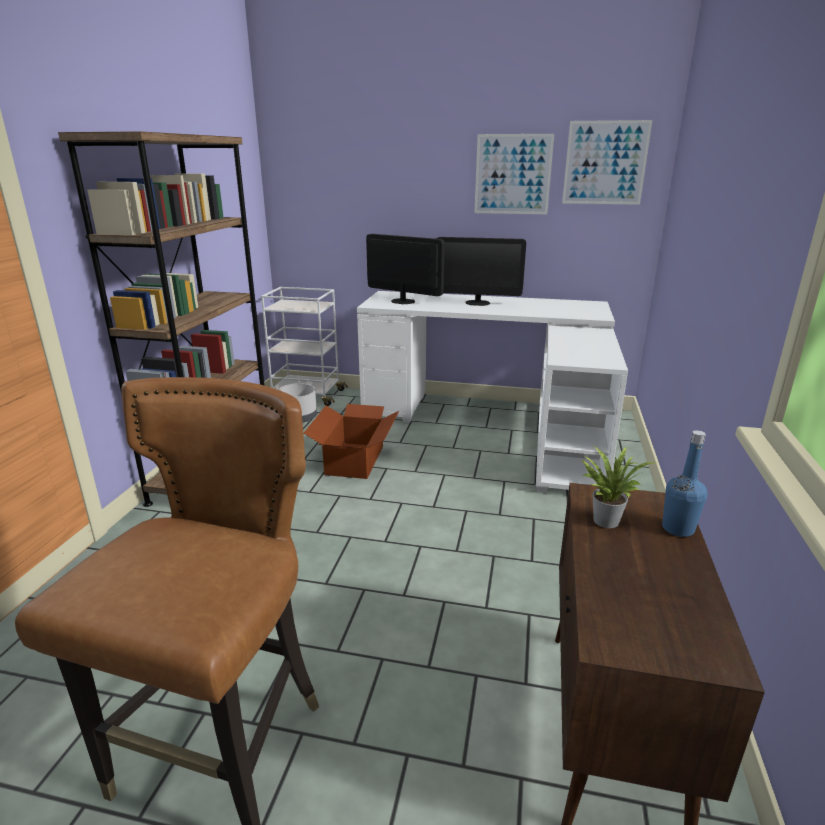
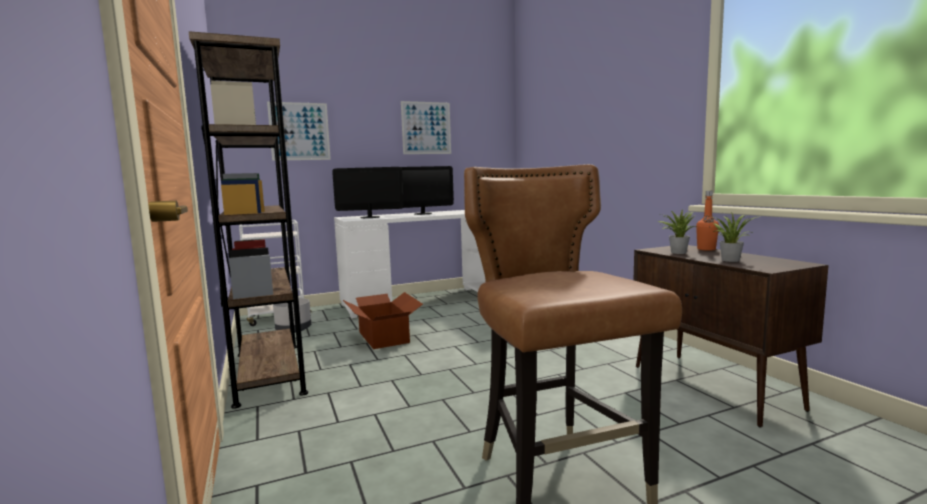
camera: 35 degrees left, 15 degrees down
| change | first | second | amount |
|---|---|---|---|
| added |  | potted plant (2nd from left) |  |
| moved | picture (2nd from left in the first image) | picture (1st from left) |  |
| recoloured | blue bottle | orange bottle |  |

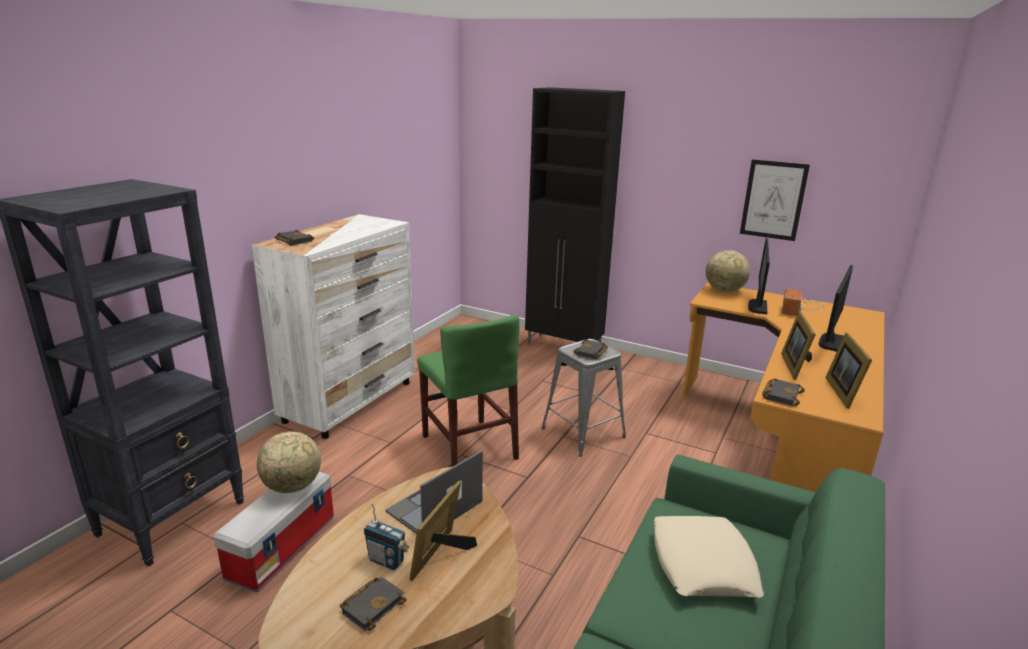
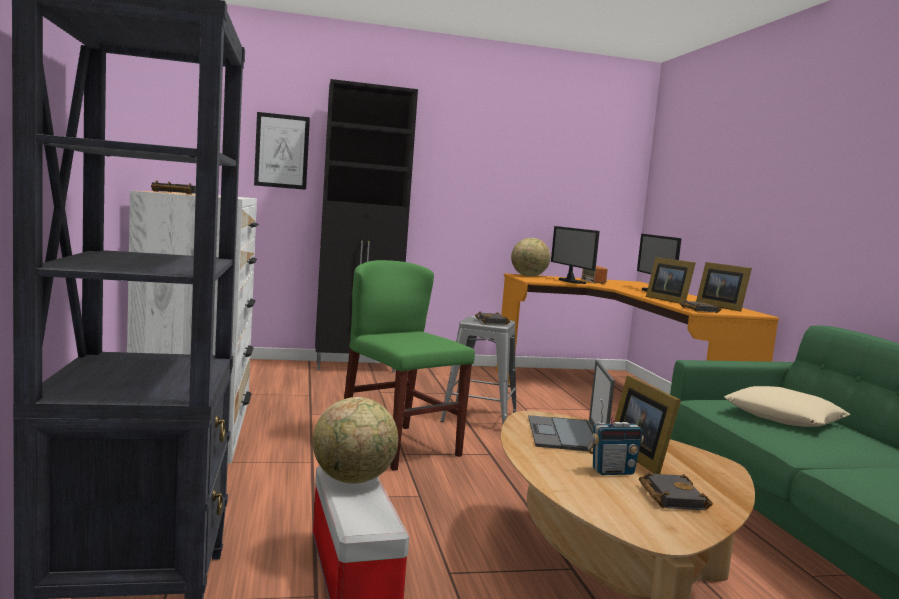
camera: 40 degrees left, 15 degrees down
| change | first | second | amount |
|---|---|---|---|
| moved | picture |  |  |
| turned | green chair |  | 150 degrees counterclockwise |

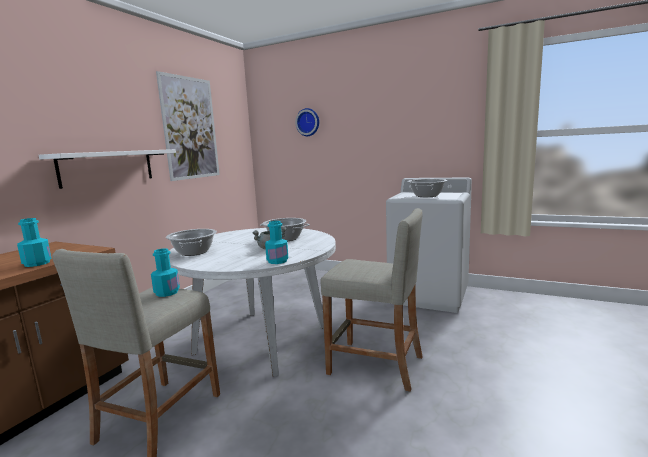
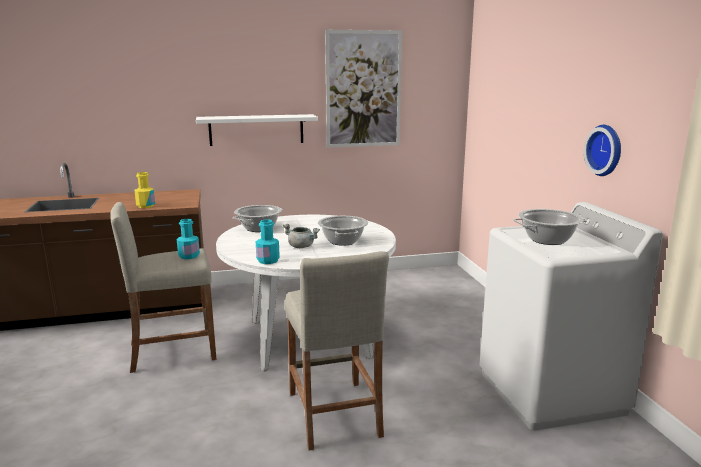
camera: 50 degrees right, 5 degrees up
| change | first | second | amount |
|---|---|---|---|
| moved | wall clock |  |  |
| recoloured | turquoise bottle (1st from left) | yellow bottle |  |

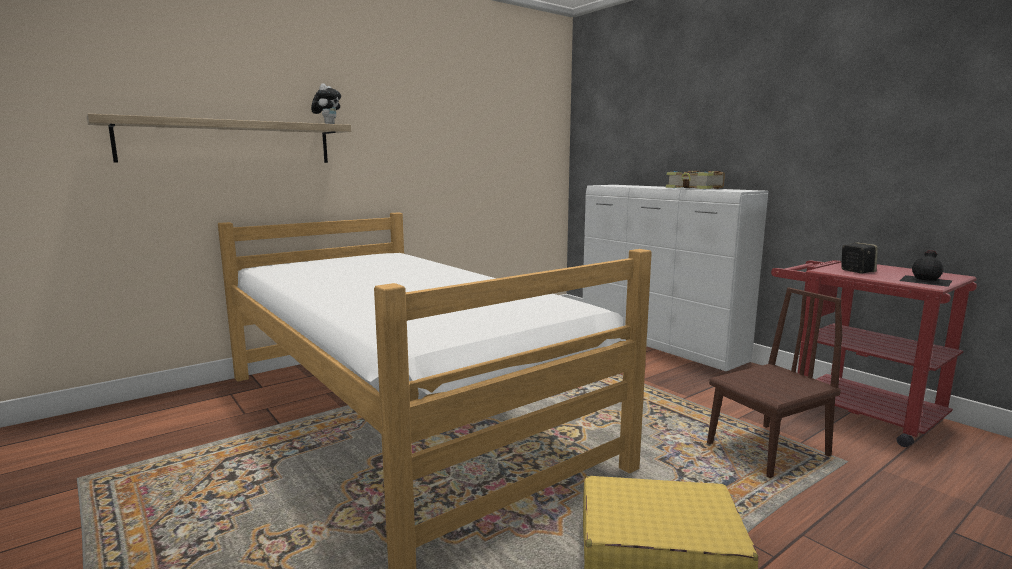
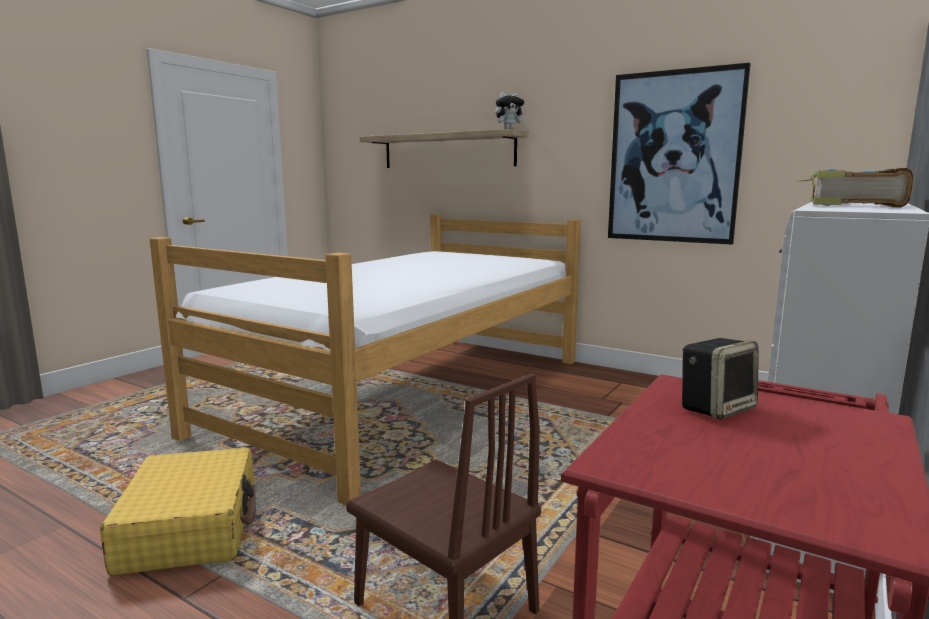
camera: 70 degrees right, 0 degrees up
| change | first | second | amount |
|---|---|---|---|
| removed | black bottle |  |  |
| added |  | picture |  |

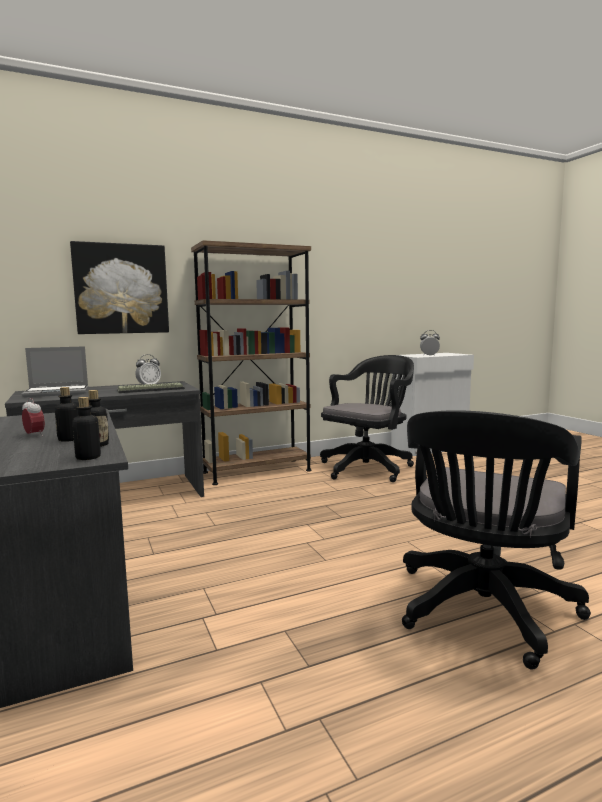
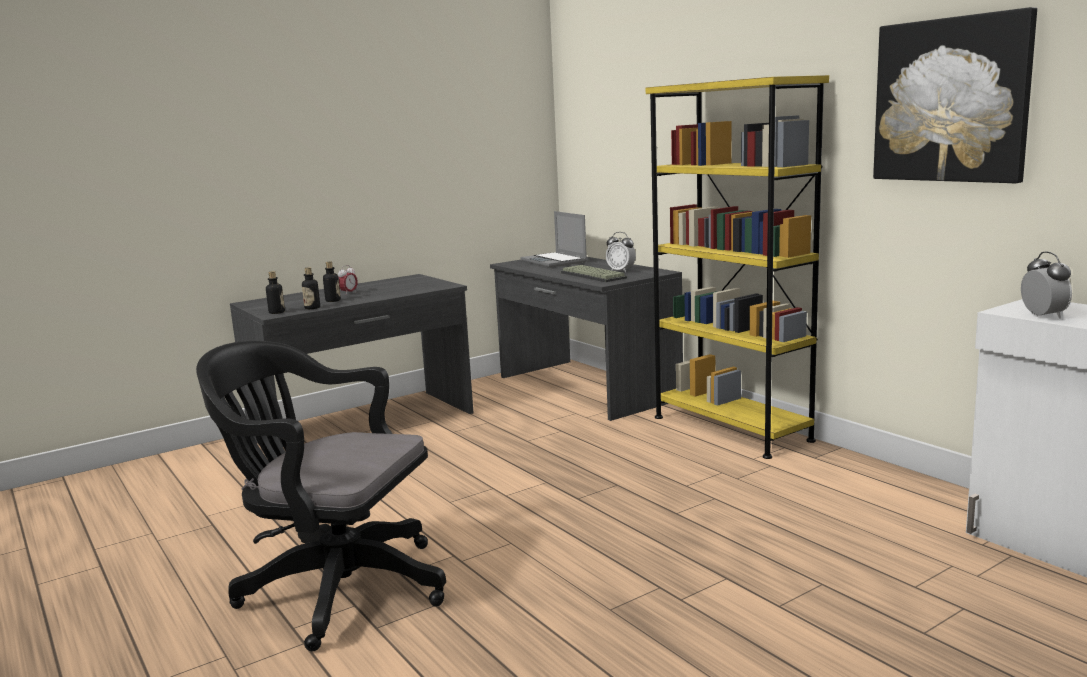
camera: 80 degrees right, 5 degrees up
| change | first | second | amount |
|---|---|---|---|
| removed | black office chair (1st from left) |  |  |
| moved | picture |  |  |
| recoloured | brown bookcase | yellow bookcase |  |

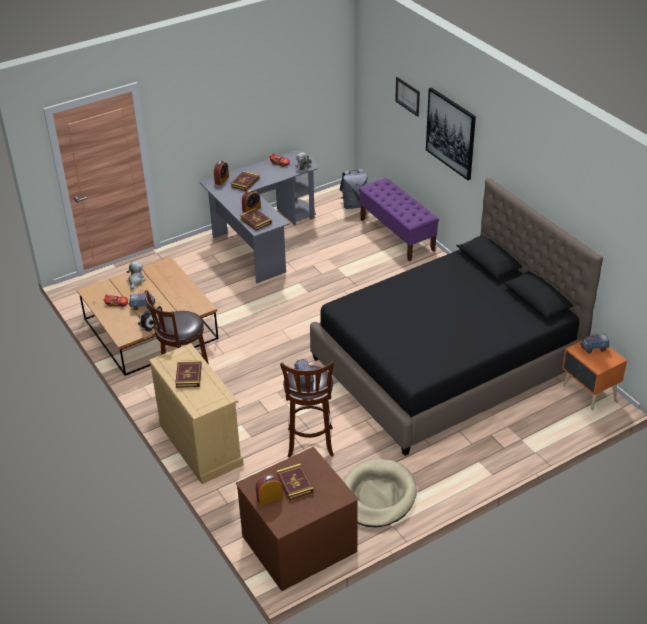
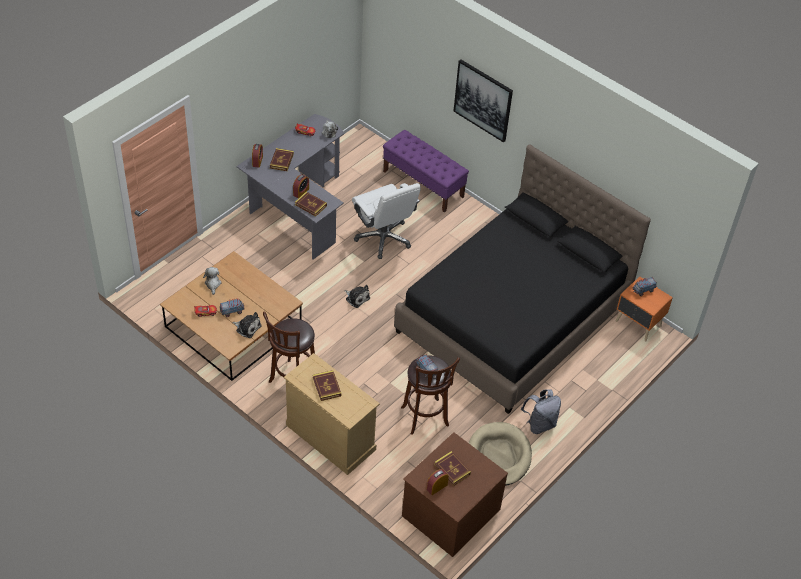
camera: 20 degrees left, 10 degrees up
| change | first | second | amount |
|---|---|---|---|
| removed | picture (1st from left) |  |  |
| added |  | plush toy (4th from left) |  |
| added |  | white office chair |  |
| moved | grey backpack |  |  |

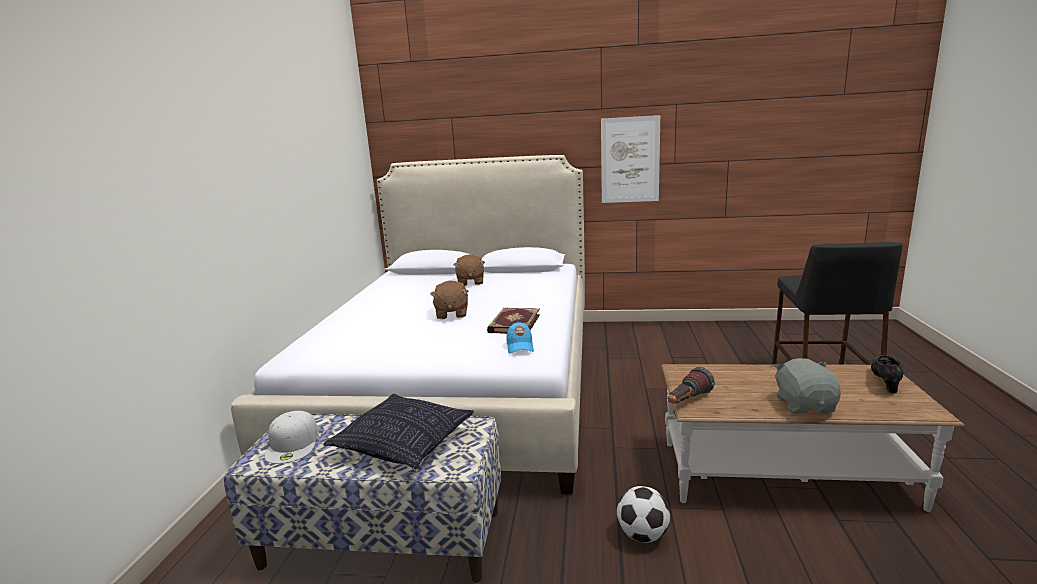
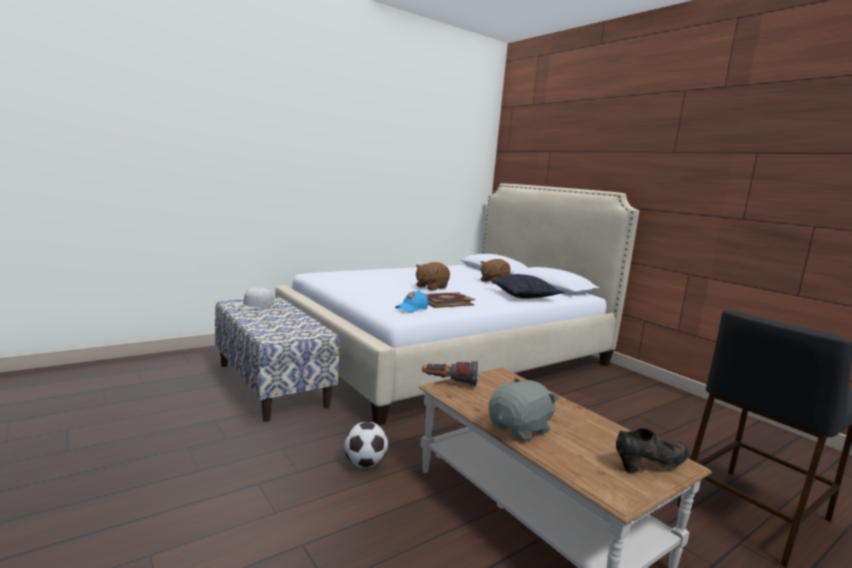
camera: 45 degrees right, 5 degrees down
| change | first | second | amount |
|---|---|---|---|
| removed | picture |  |  |
| moved | pillow |  |  |

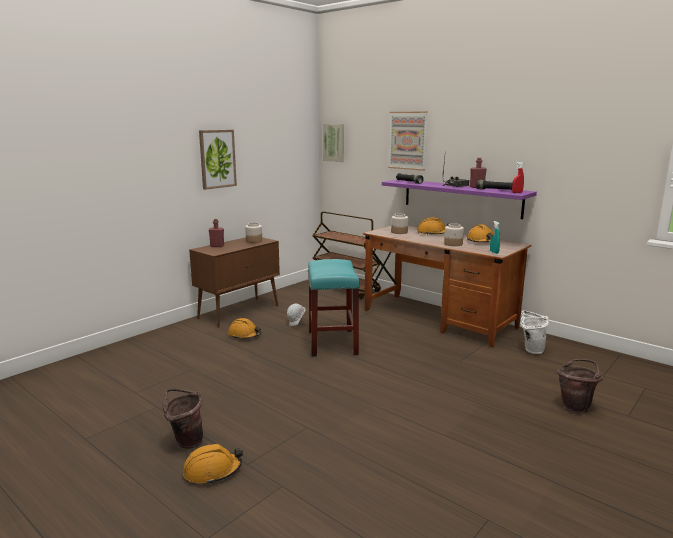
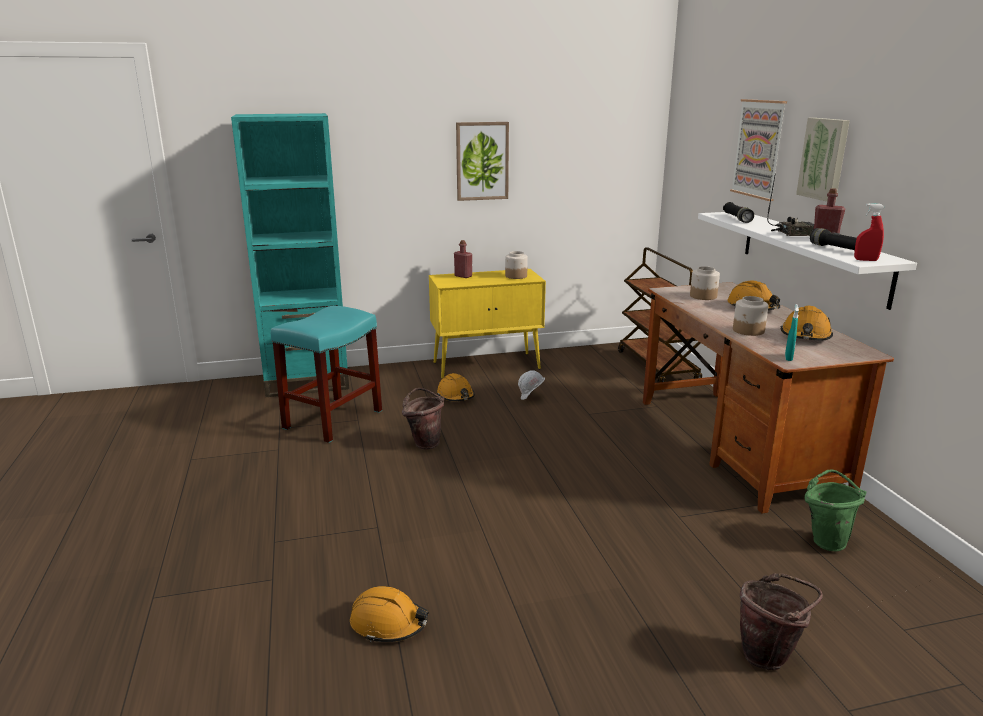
camera: 35 degrees right, 5 degrees up
| change | first | second | amount |
|---|---|---|---|
| added |  | turquoise bookcase |  |
| moved | brown bucket (1st from left) |  |  |
| moved | orange hard hat (1st from left) |  |  |
| moved | turquoise stool |  |  |
| moved | picture (2nd from left in the first image) | picture (3rd from left) |  |
| recoloured | brown cabinet | yellow cabinet |  |
| recoloured | purple shelf | white shelf |  |
| recoloured | white bucket | green bucket |  |

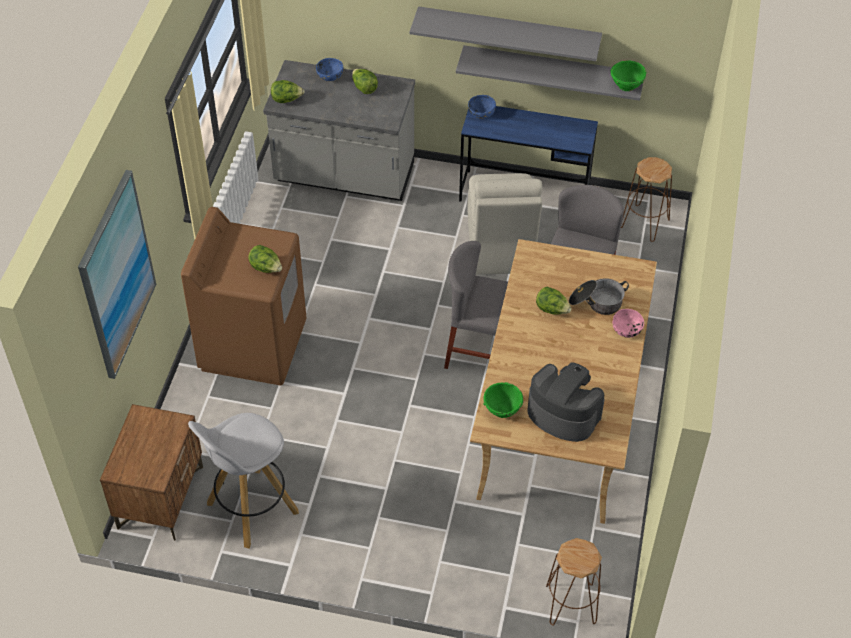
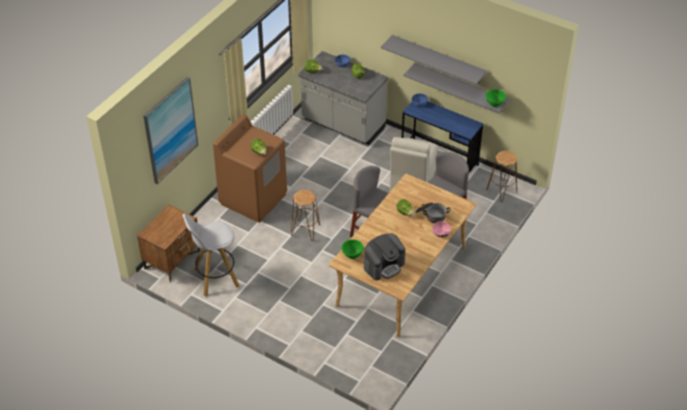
camera: 20 degrees right, 5 degrees down
| change | first | second | amount |
|---|---|---|---|
| moved | brown stool (1st from left) |  |  |
| turned | coffee machine |  | 90 degrees clockwise |

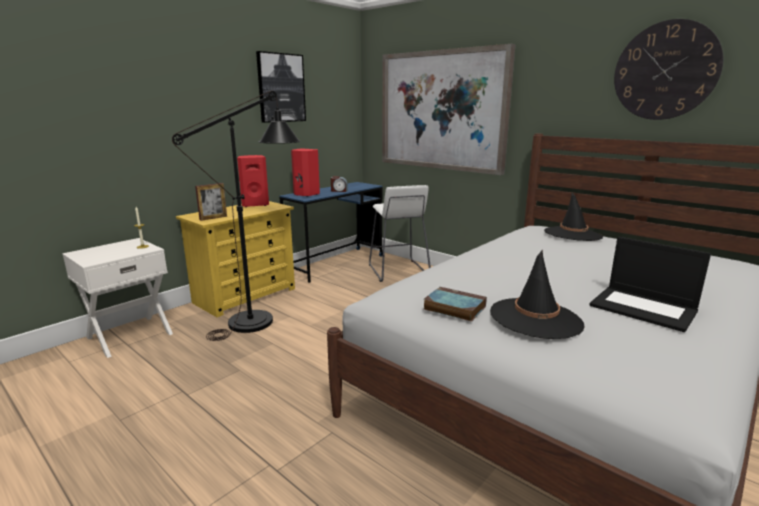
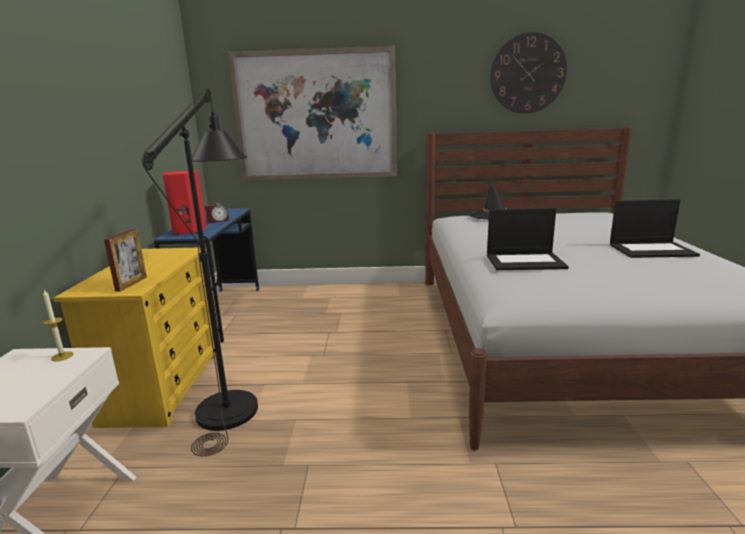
camera: 40 degrees left, 0 degrees up
| change | first | second | amount |
|---|---|---|---|
| removed | red speaker (1st from left) |  |  |
| removed | picture (1st from left) |  |  |
| removed | white stool |  |  |
| removed | book |  |  |
| removed | black hat (1st from left) |  |  |
| added |  | laptop (1st from left) |  |

